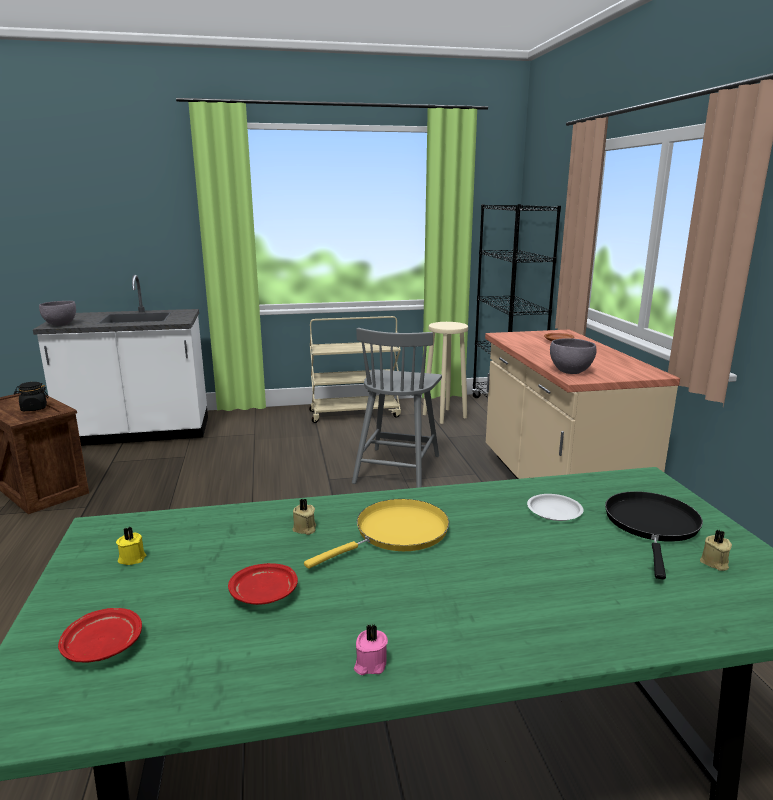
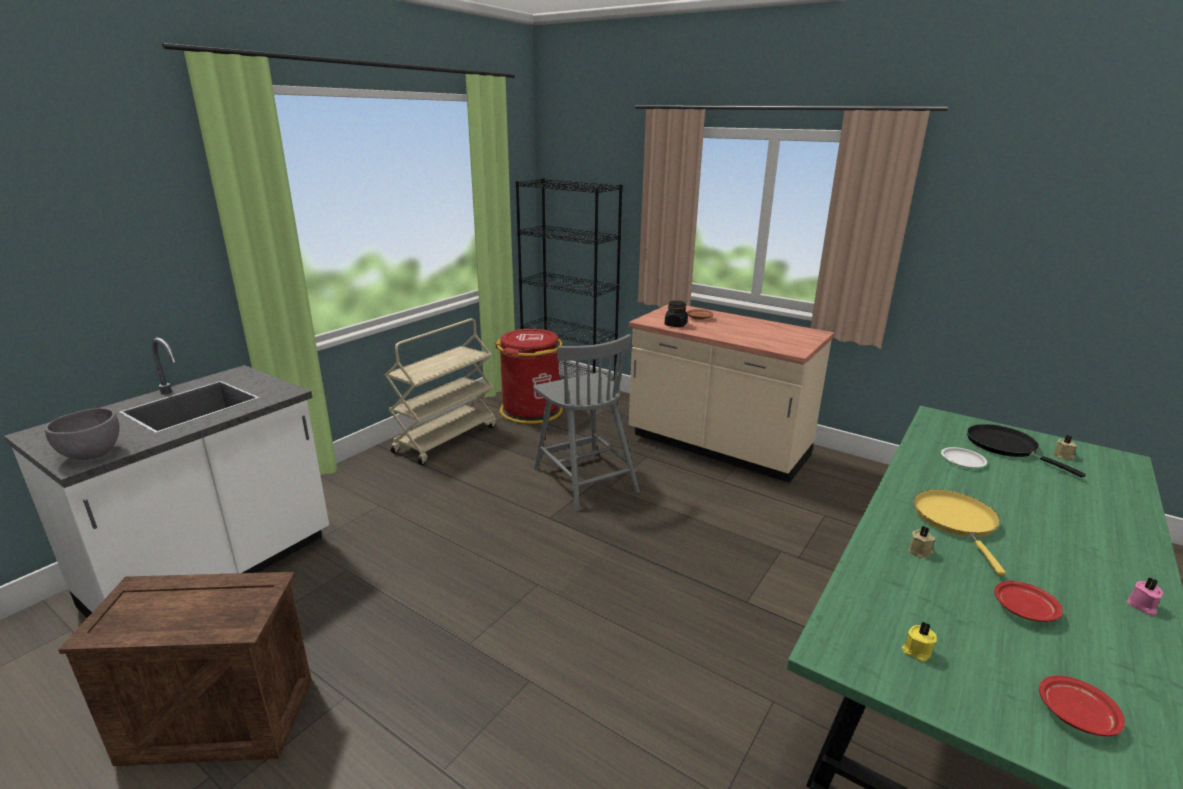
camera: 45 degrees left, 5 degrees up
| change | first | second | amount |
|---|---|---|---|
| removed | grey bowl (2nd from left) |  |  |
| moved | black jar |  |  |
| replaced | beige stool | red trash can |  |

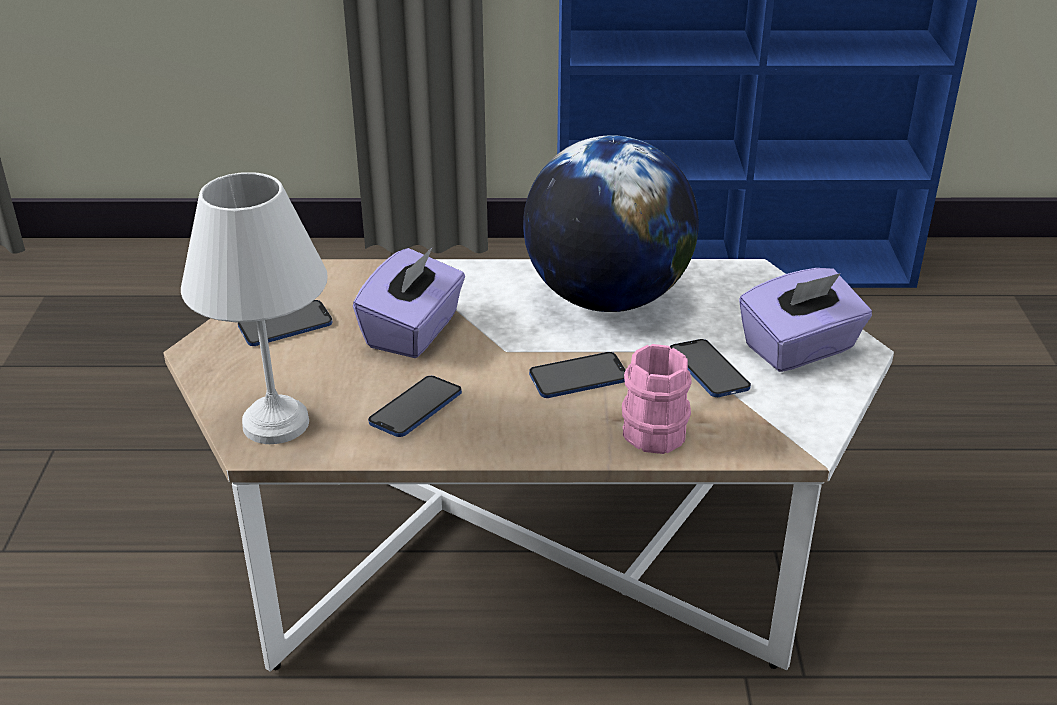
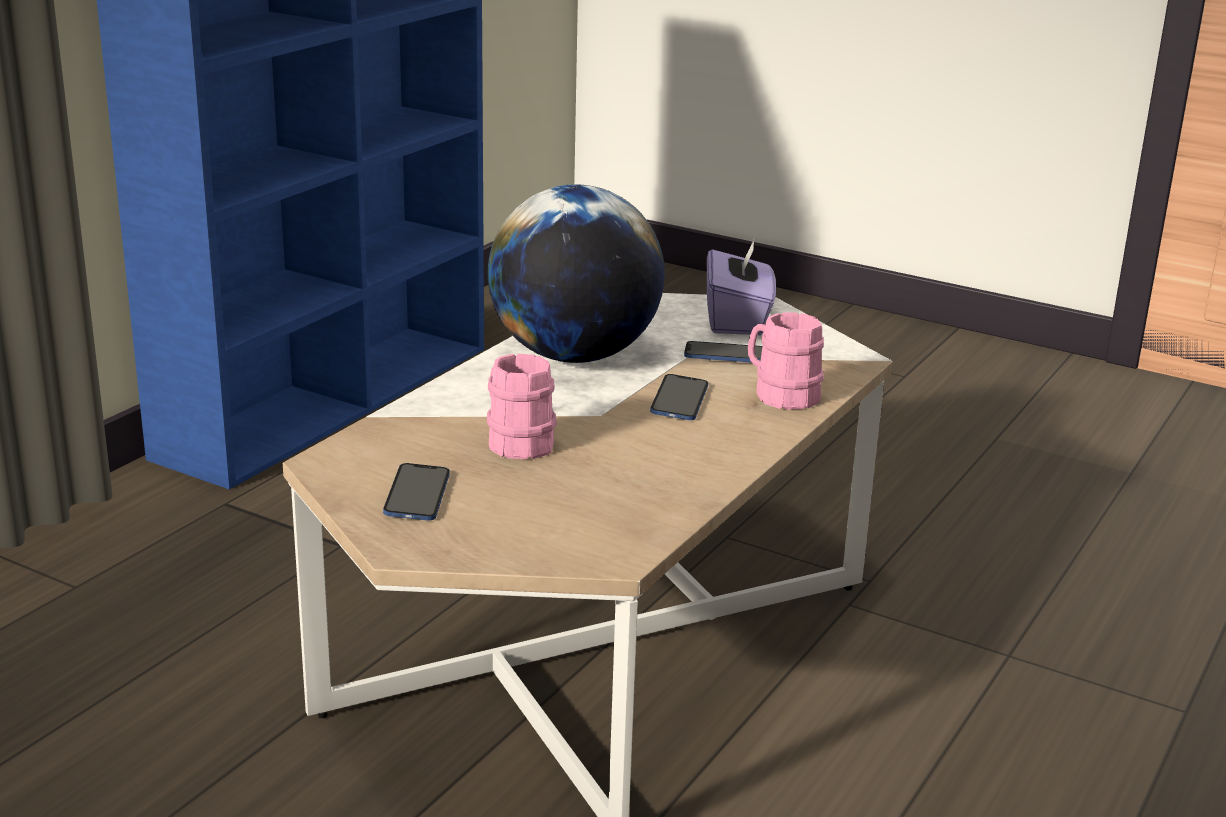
camera: 60 degrees left, 10 degrees down
| change | first | second | amount |
|---|---|---|---|
| removed | white table lamp |  |  |
| removed | phone (2nd from left) |  |  |
| replaced | purple tissue box (1st from left) | pink mug (1st from left) |  |

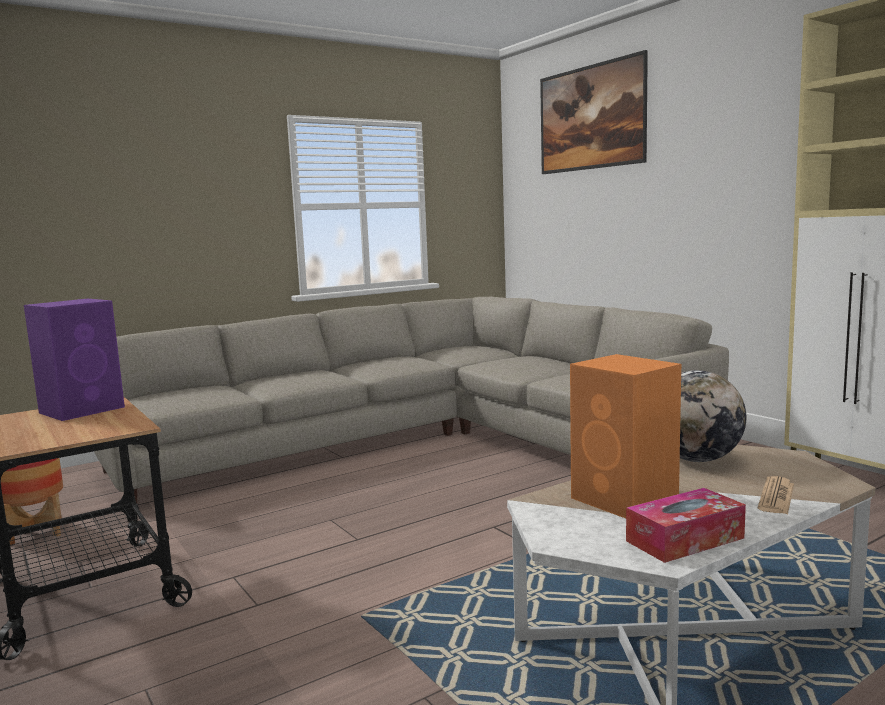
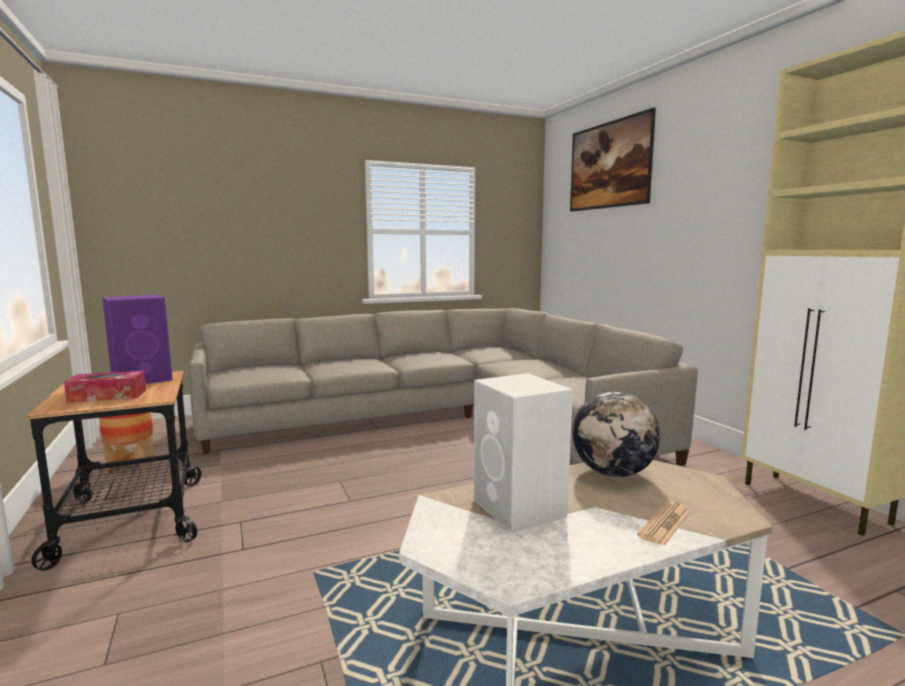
camera: 10 degrees right, 0 degrees up
| change | first | second | amount |
|---|---|---|---|
| moved | tissue box |  |  |
| recoloured | orange speaker | white speaker |  |

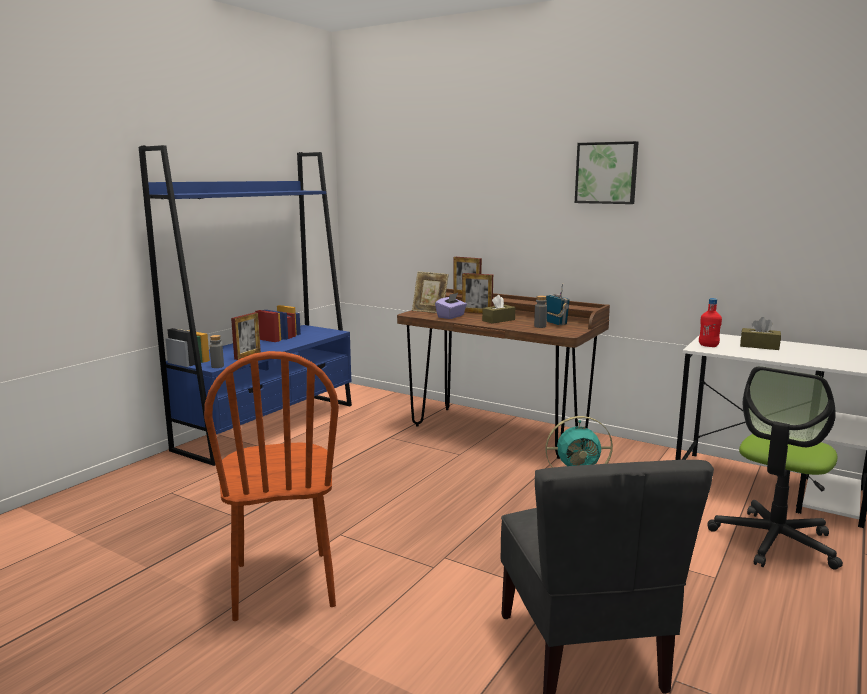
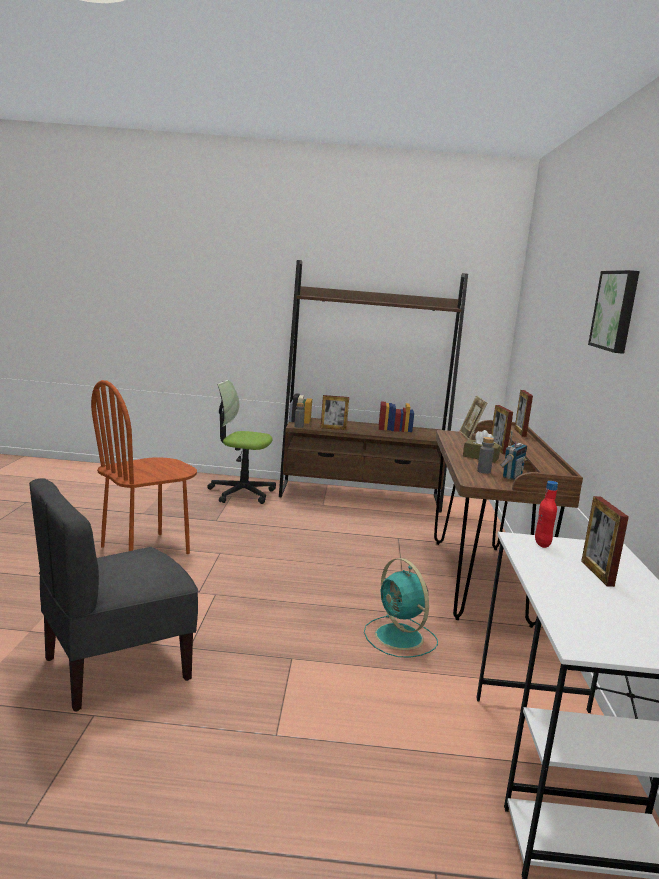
camera: 60 degrees right, 0 degrees up
| change | first | second | amount |
|---|---|---|---|
| removed | purple tissue box |  |  |
| moved | office chair |  |  |
| replaced | brown tissue box (2nd from left) | picture frame (5th from left) |  |
| recoloured | blue bookcase | brown bookcase |  |

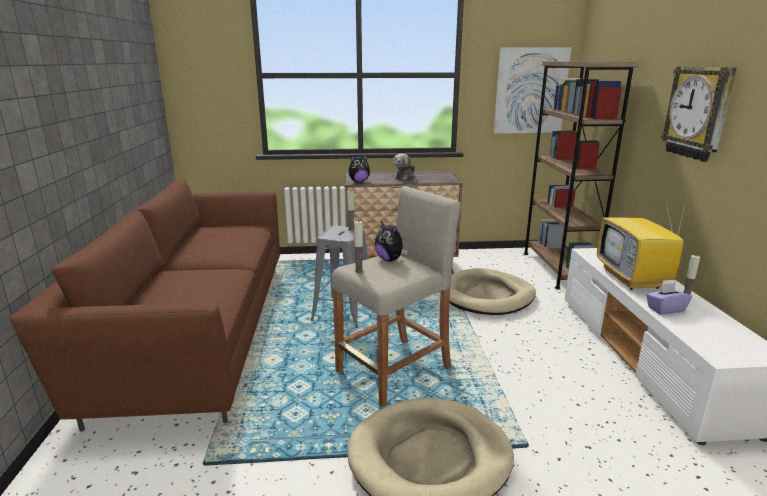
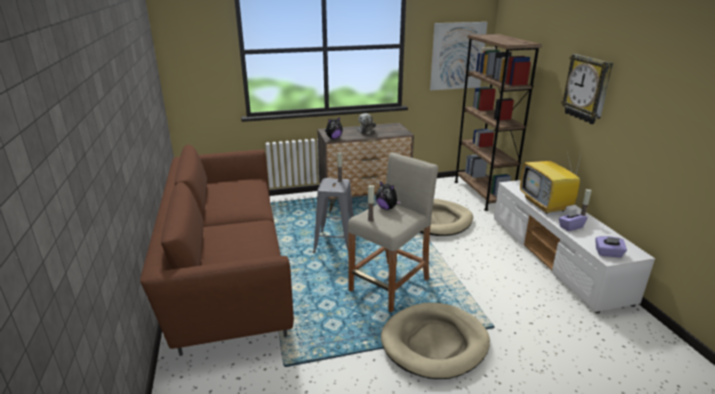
camera: 10 degrees left, 5 degrees up
| change | first | second | amount |
|---|---|---|---|
| added |  | purple tissue box (2nd from left) |  |

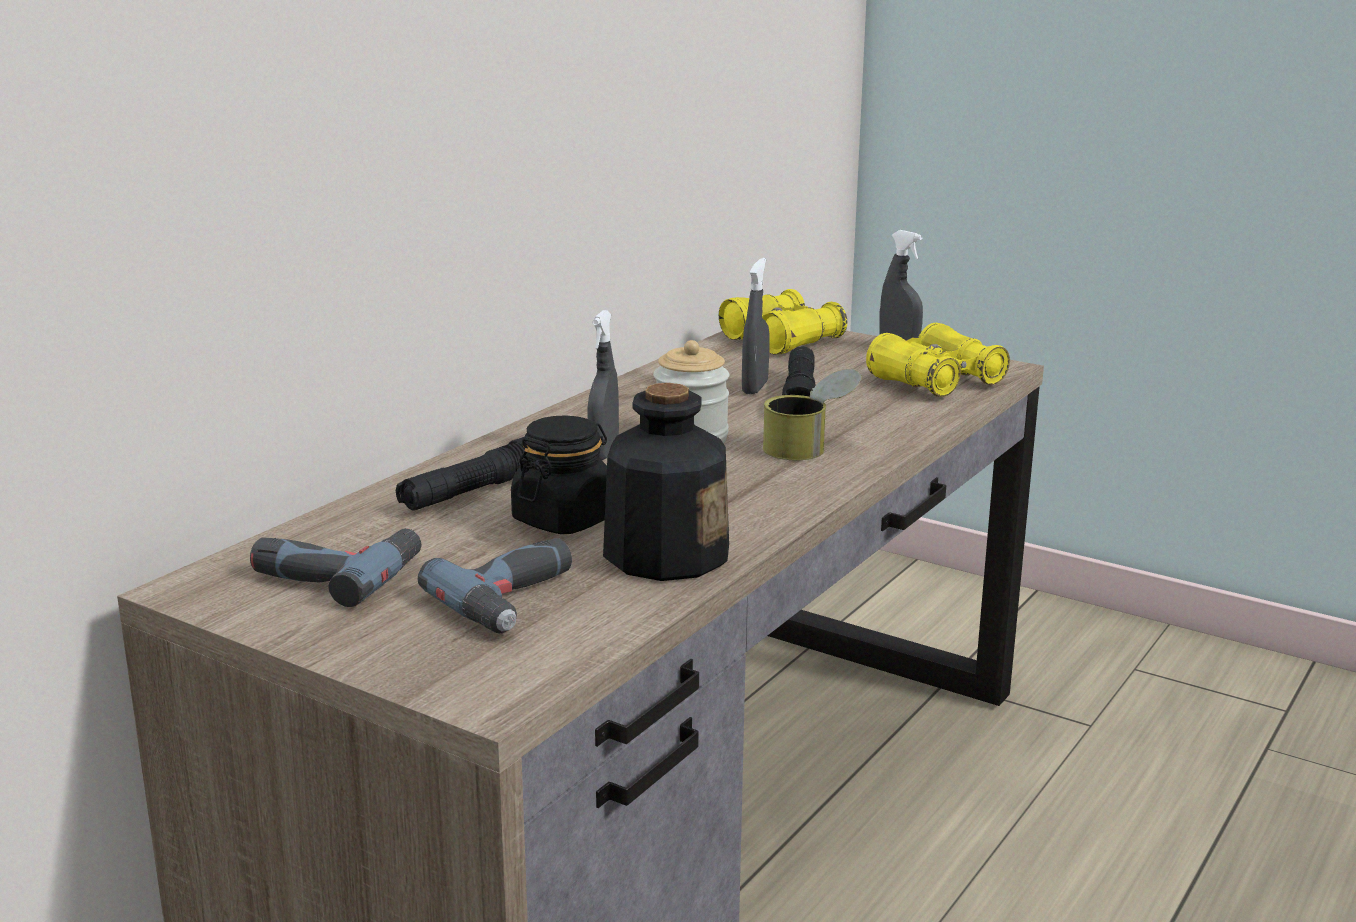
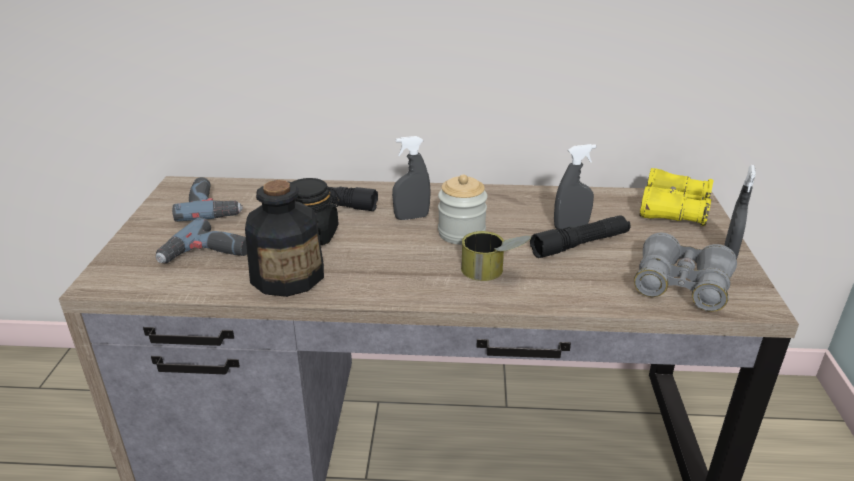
camera: 60 degrees right, 10 degrees up
| change | first | second | amount |
|---|---|---|---|
| recoloured | yellow binoculars (2nd from left) | grey binoculars |  |

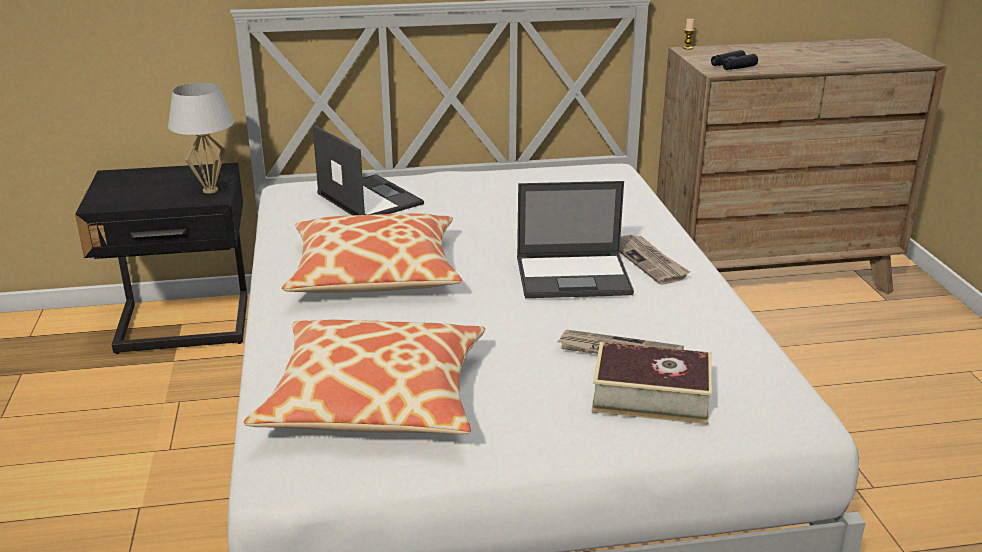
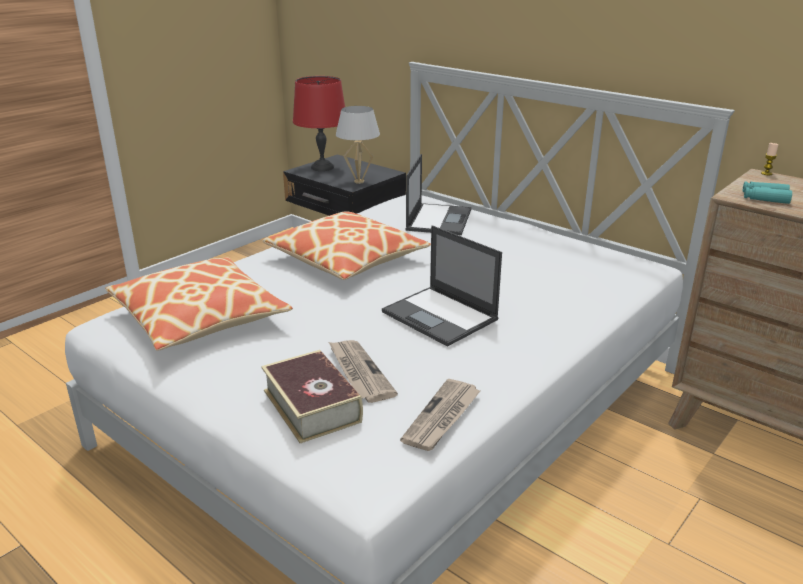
camera: 50 degrees right, 0 degrees up
| change | first | second | amount |
|---|---|---|---|
| added |  | red table lamp |  |
| moved | newspaper (2nd from left) |  |  |
| recoloured | black binoculars | turquoise binoculars |  |

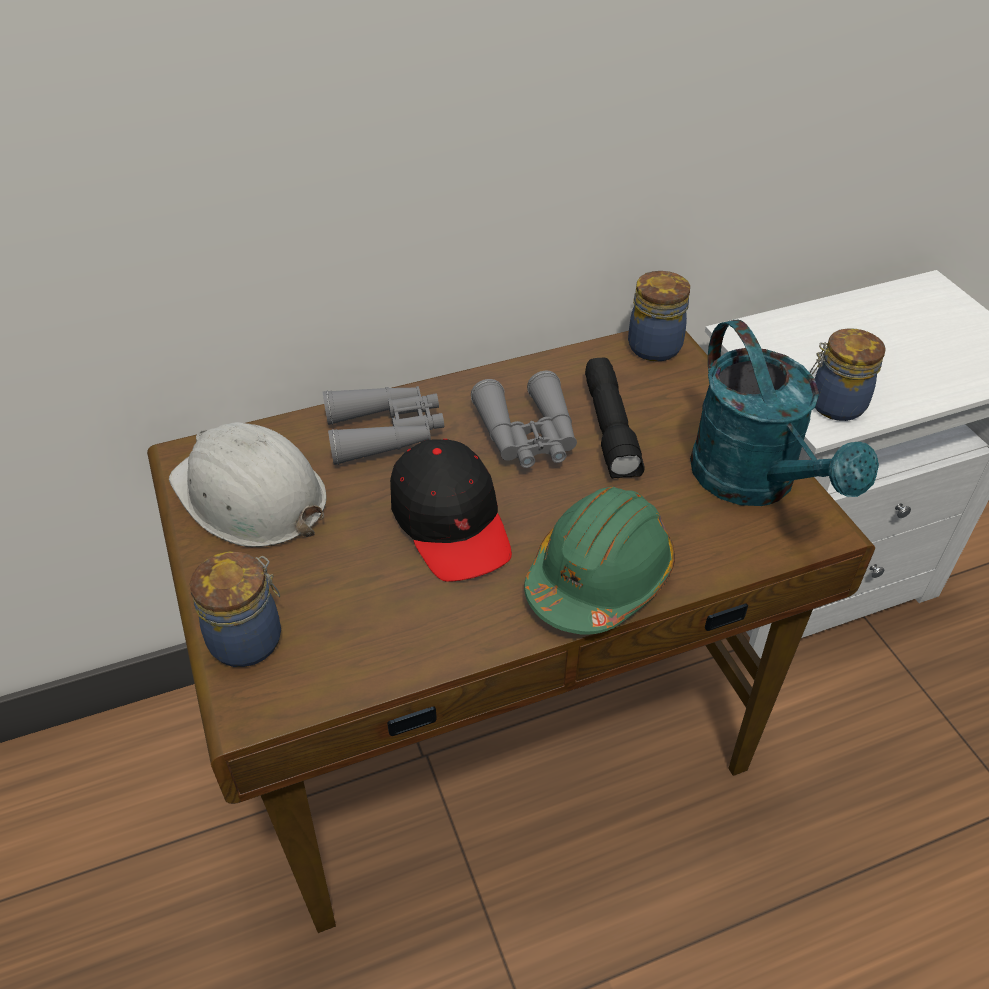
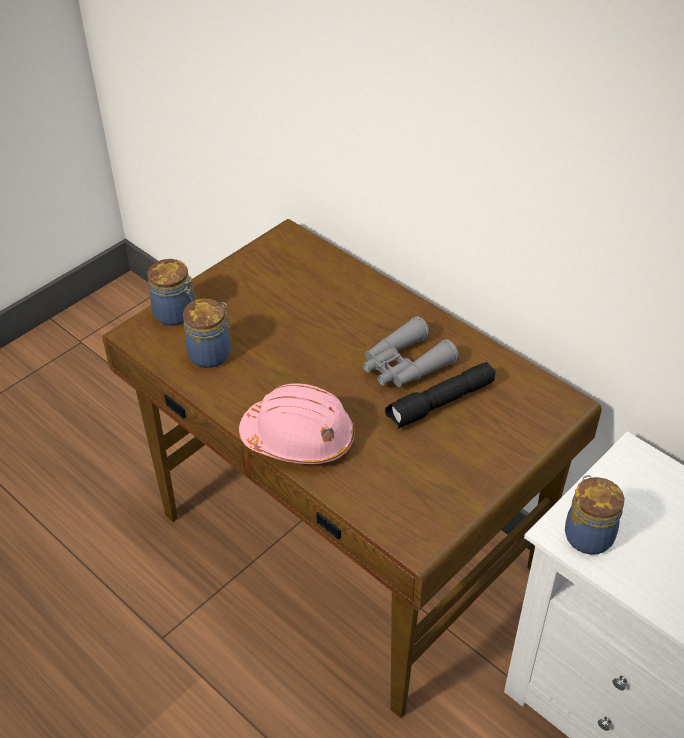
camera: 65 degrees right, 0 degrees up
| change | first | second | amount |
|---|---|---|---|
| removed | white hard hat |  |  |
| removed | grey binoculars (1st from left) |  |  |
| removed | black cap |  |  |
| removed | turquoise watering can |  |  |
| moved | jar (2nd from left) |  |  |
| recoloured | green hard hat | pink hard hat |  |

